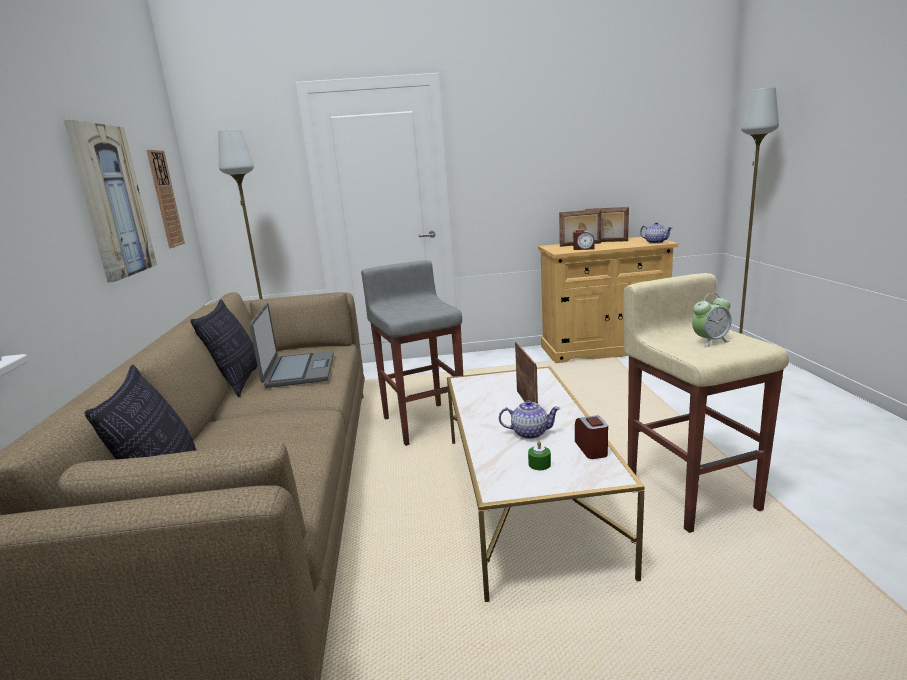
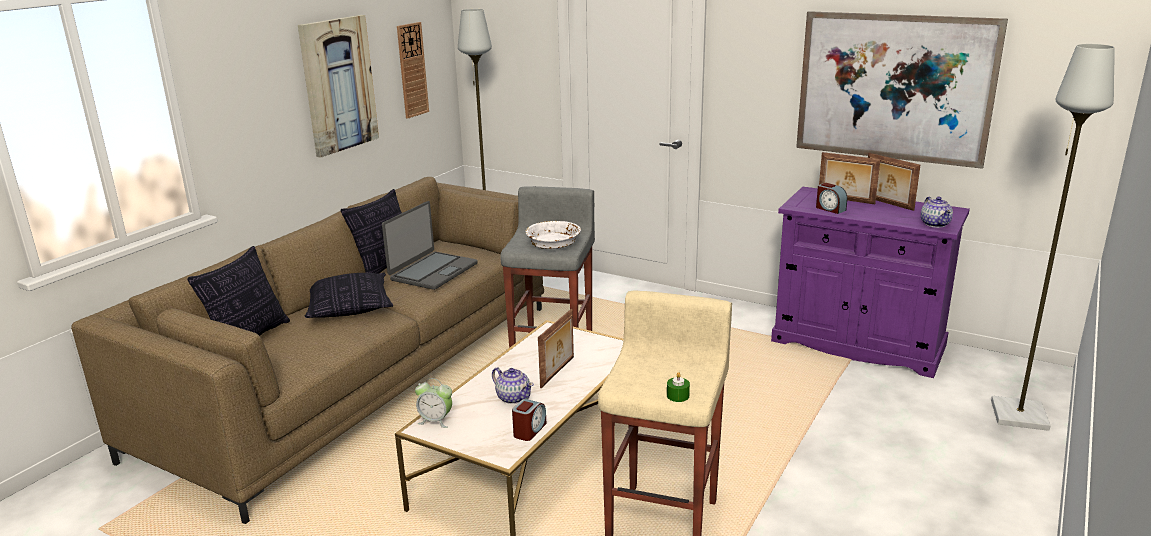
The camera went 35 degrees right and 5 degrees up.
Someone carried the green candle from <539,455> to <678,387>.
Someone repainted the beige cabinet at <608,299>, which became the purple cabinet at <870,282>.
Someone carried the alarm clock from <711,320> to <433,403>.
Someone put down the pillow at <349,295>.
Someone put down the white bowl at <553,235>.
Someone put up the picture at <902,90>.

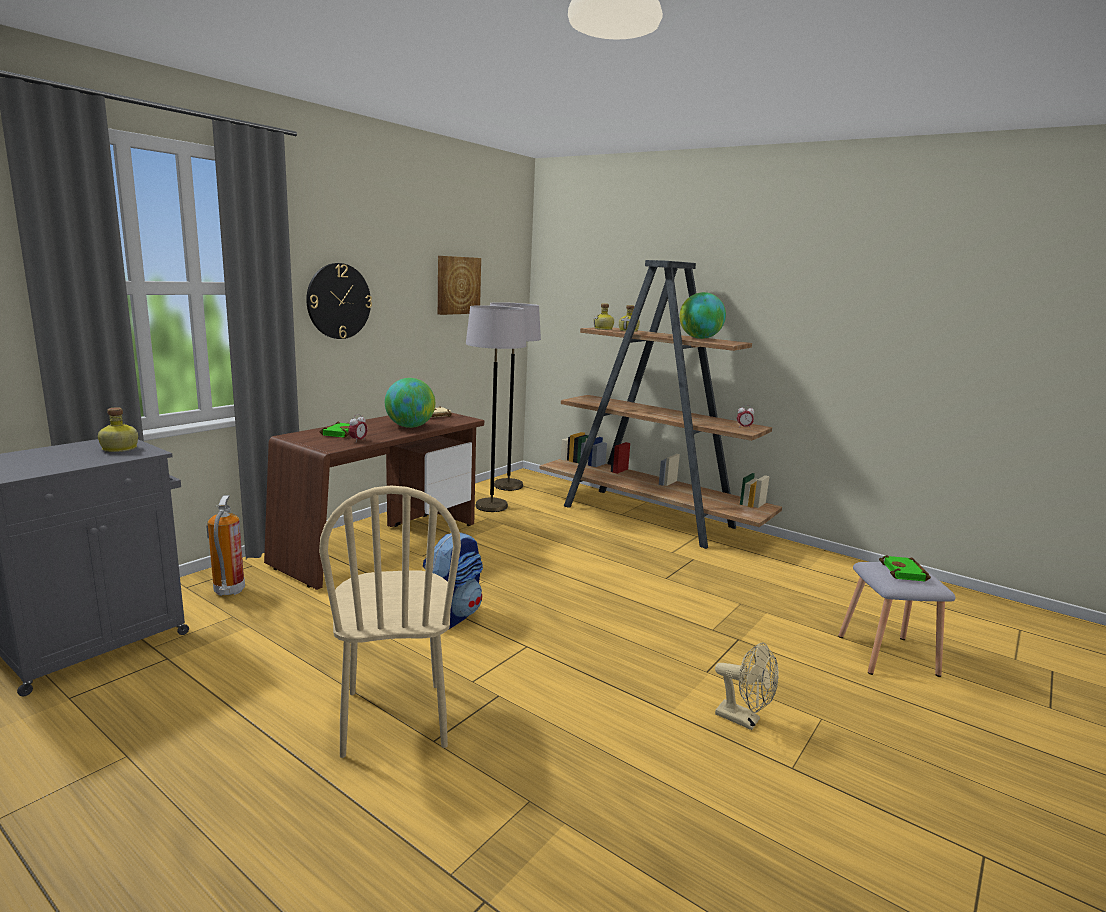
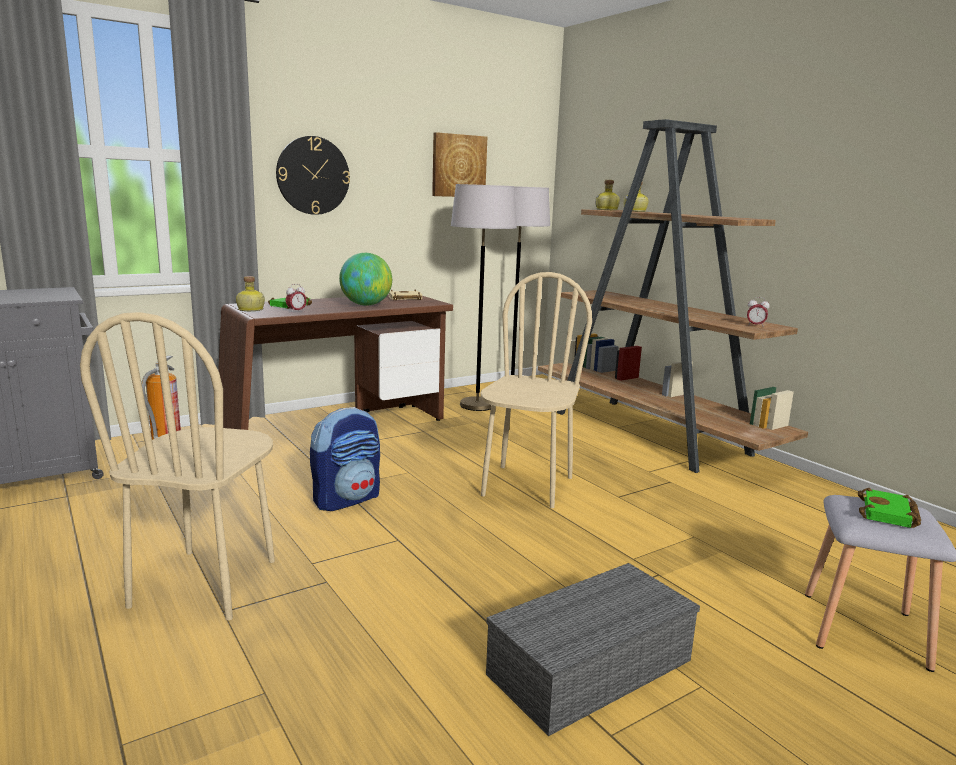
The camera went 20 degrees right and 0 degrees up.
Someone carried the bottle from <118,429> to <250,293>.
Someone took away the globe at <702,315>.
Someone swapped the beige fan at <747,686> for the grey storage box at <593,649>.
Someone put down the beige chair at <536,390>.

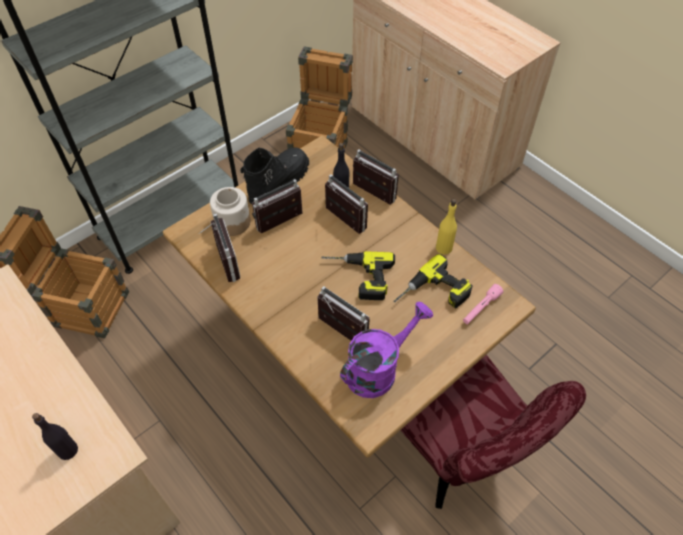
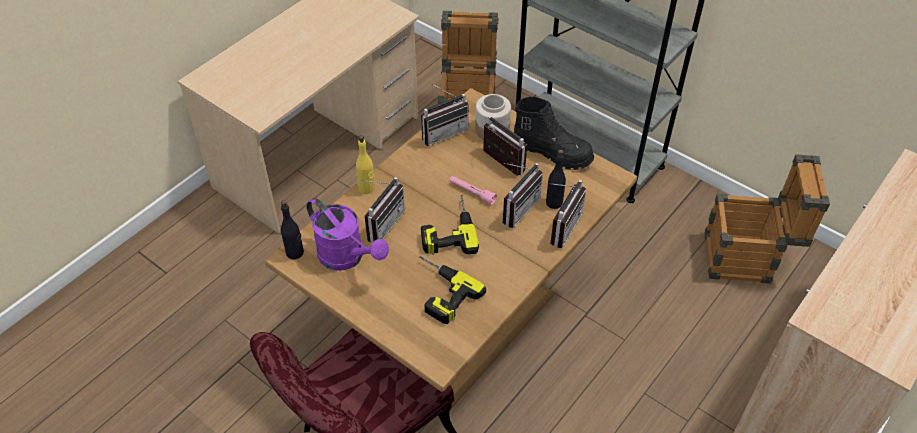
The camera went 80 degrees right and 5 degrees down.
Someone carried the black bottle from <55,436> to <292,229>.
Someone carried the yellow bottle from <446,227> to <365,164>.
Someone carried the pink flashlight from <483,304> to <473,190>.

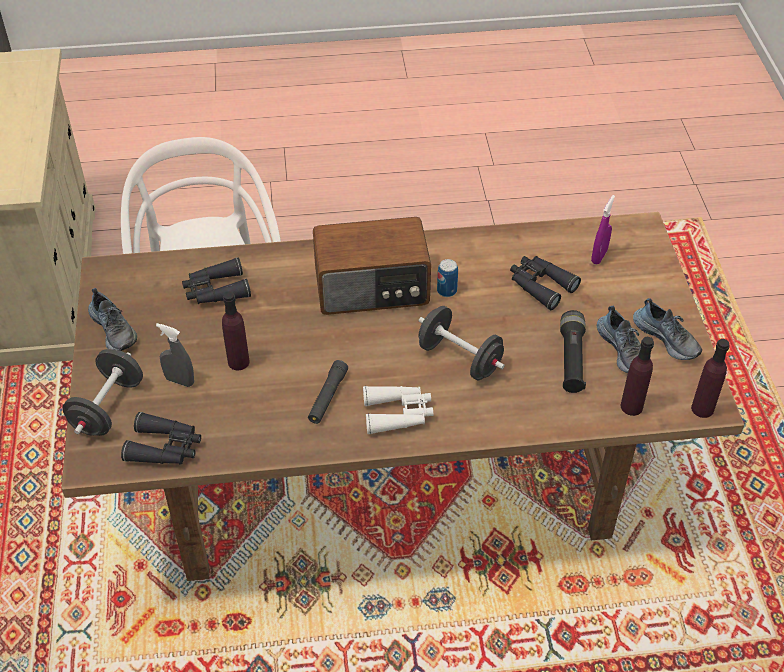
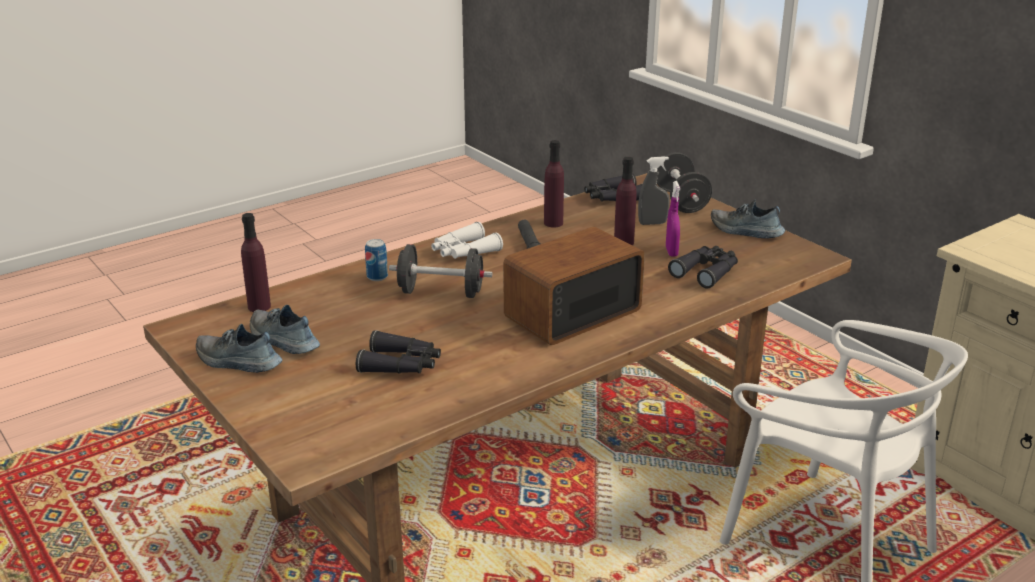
The camera went 150 degrees right and 20 degrees down.
Someone carried the can from <447,278> to <376,260>.
Someone took away the black flashlight at <573,351>.
Someone carried the purple spray bottle from <603,230> to <673,219>.
Someone carried the purple bottle from <710,378> to <554,183>.

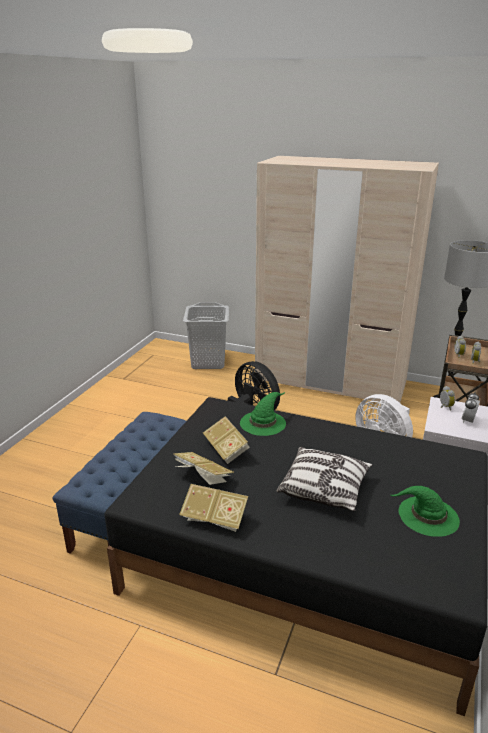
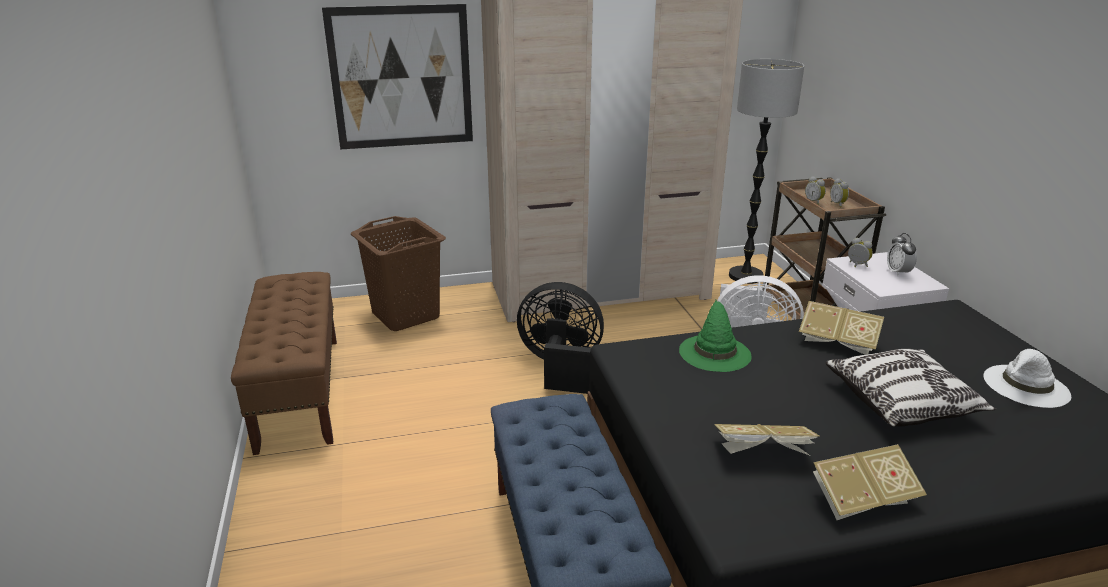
The camera went 35 degrees left and 0 degrees up.
Someone repainted the grey laundry basket at <206,335>, which became the brown laundry basket at <398,273>.
Someone carried the book from <226,440> to <841,328>.
Someone repainted the green hat at <425,511>, which became the white hat at <1027,378>.
Someone put down the brown bench at <284,363>.
Someone put up the picture at <397,76>.

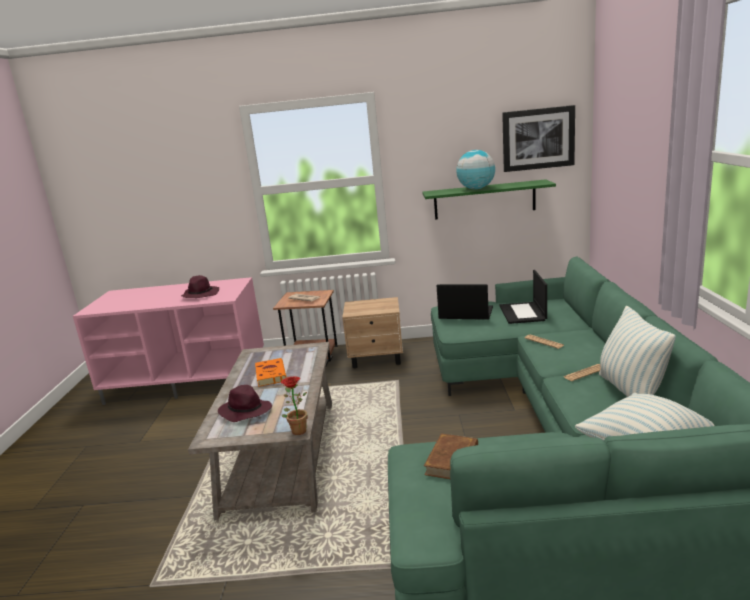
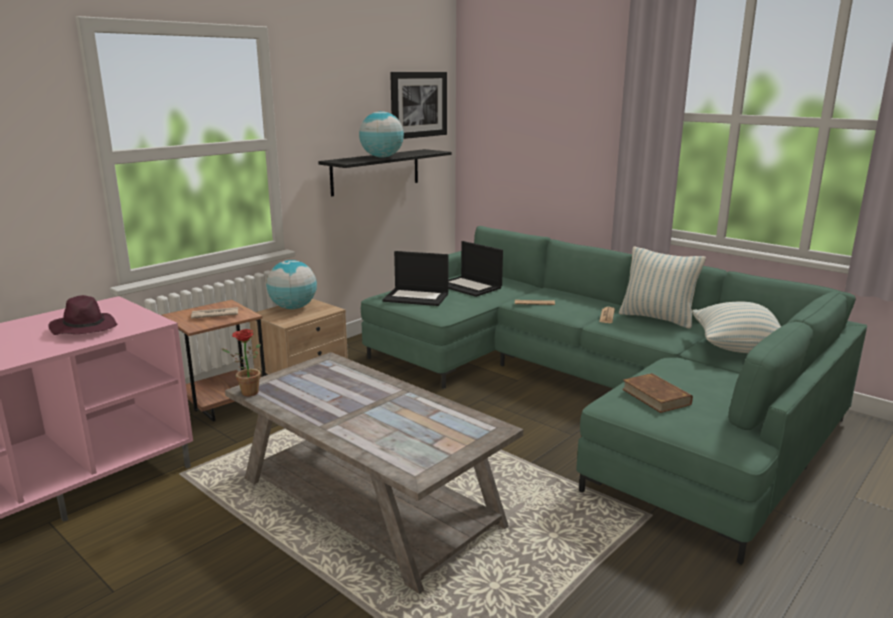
The camera went 50 degrees left and 0 degrees up.
Someone took away the purple hat at <245,403>.
Someone took away the orange book at <271,372>.
Someone carried the potted plant from <294,405> to <241,362>.
Someone repainted the green shelf at <489,199>, which became the black shelf at <384,172>.
Someone rotated the laptop at <464,302> by 135 degrees counterclockwise.
Someone put down the globe at <291,284>.

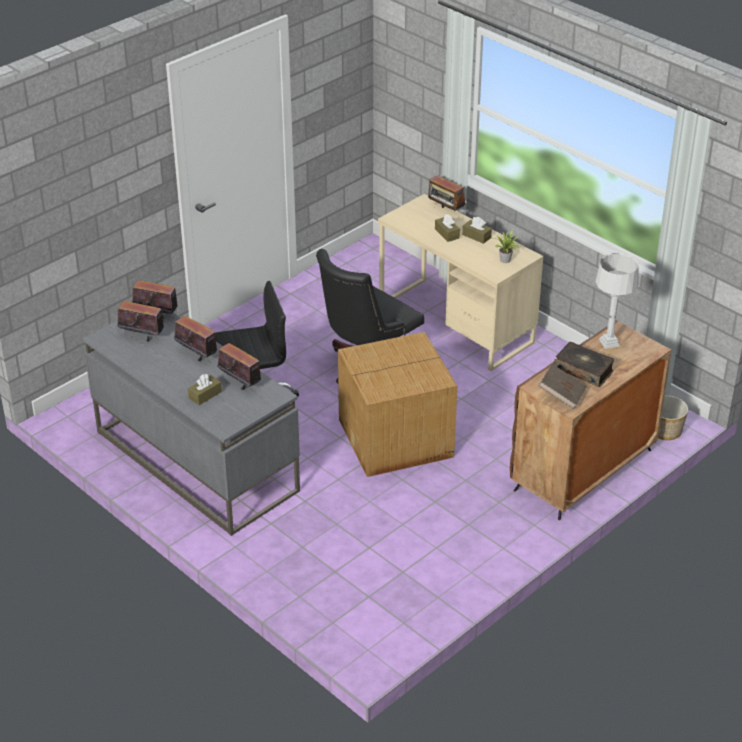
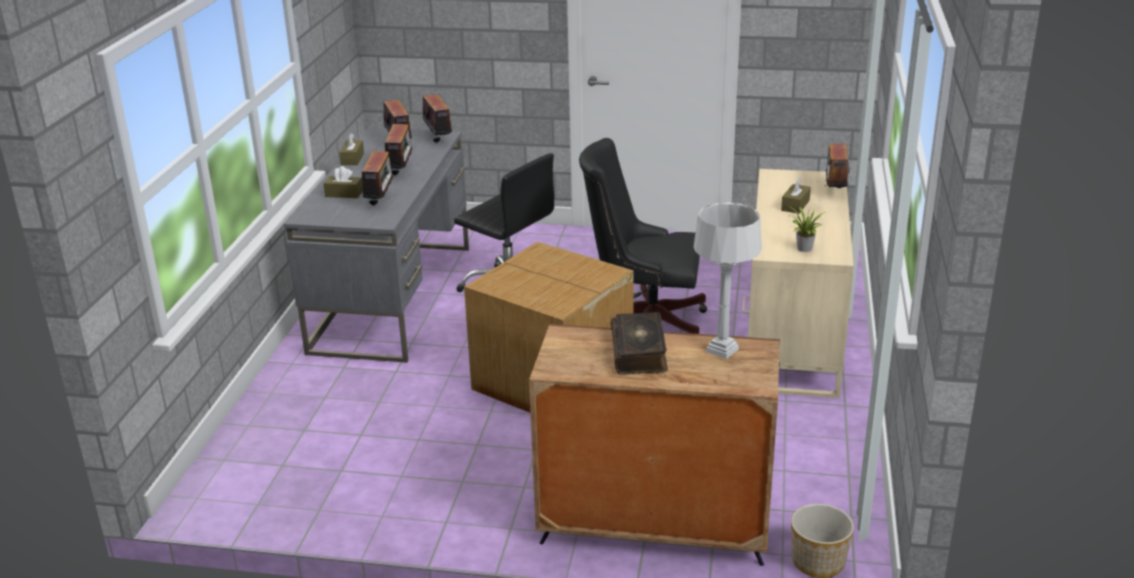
The camera went 55 degrees right and 10 degrees down.
Someone carried the brown tissue box from <477,230> to <351,149>.
Someone took away the brown book at <563,386>.

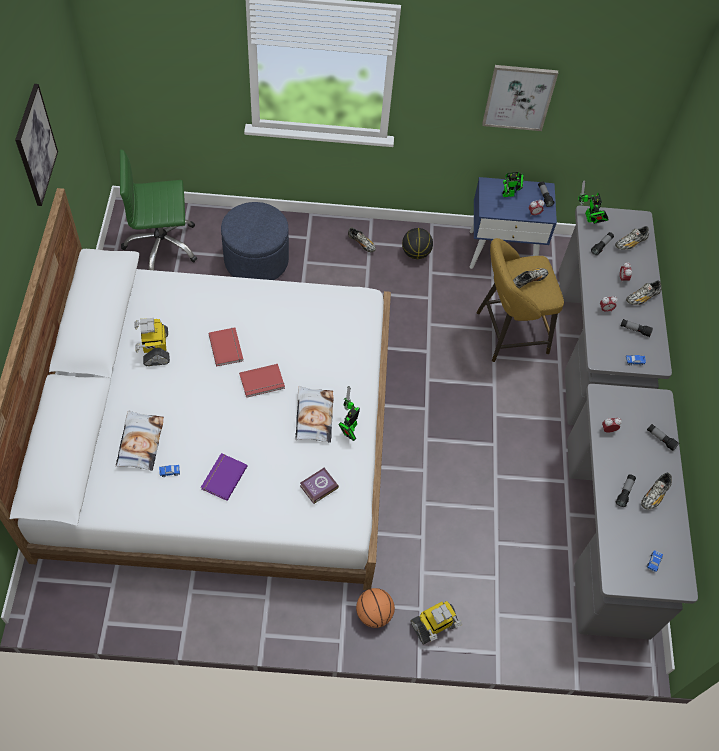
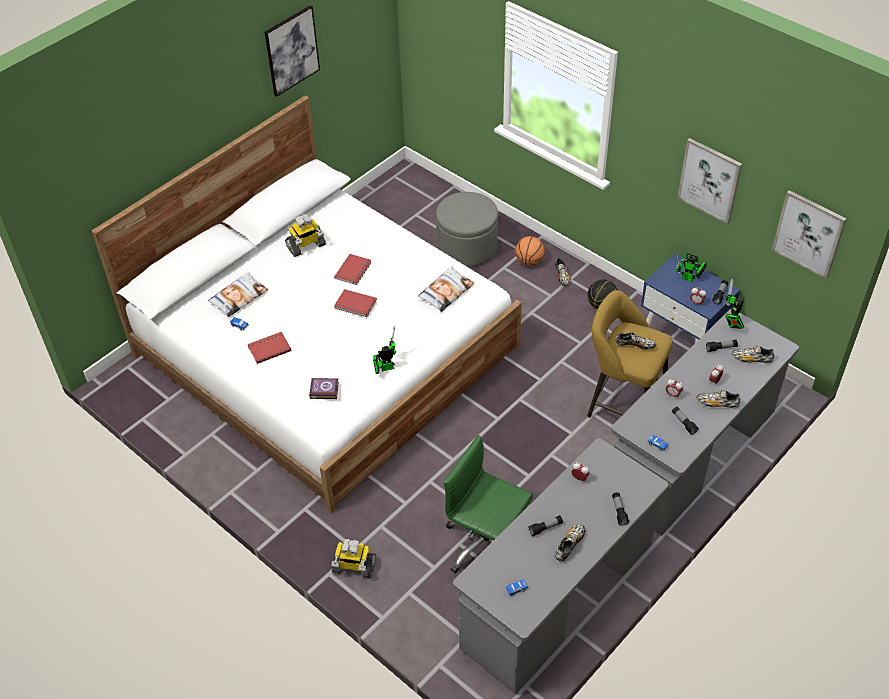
The camera went 45 degrees right and 10 degrees down.
Someone carried the green office chair from <158,209> to <488,504>.
Someone rotated the toy robot at <152,342> by 150 degrees counterclockwise.
Someone repainted the purple book at <224,477>, which became the red book at <269,348>.
Someone repainted the blue ottoman at <255,241>, which became the grey ottoman at <467,229>.
Someone carried the pillow from <314,414> to <446,289>.
Someone carried the basketball from <375,608> to <530,251>.
Someone rotated the shoe at <656,490> by 135 degrees clockwise.
Someone put up the picture at <809,234>.

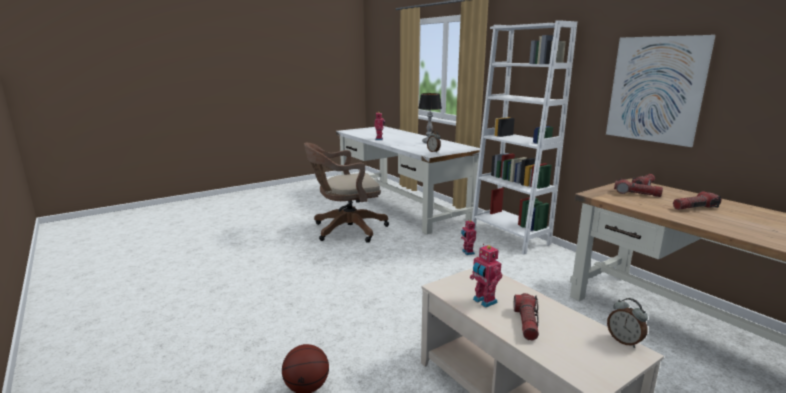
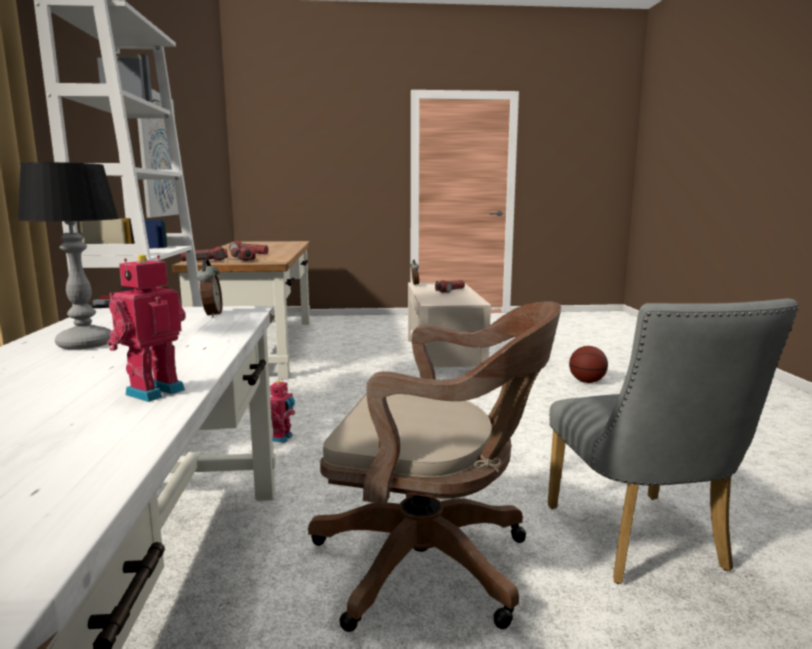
The camera went 150 degrees left and 5 degrees down.
Someone took away the toy robot at <486,276>.
Someone put down the grey chair at <673,441>.

